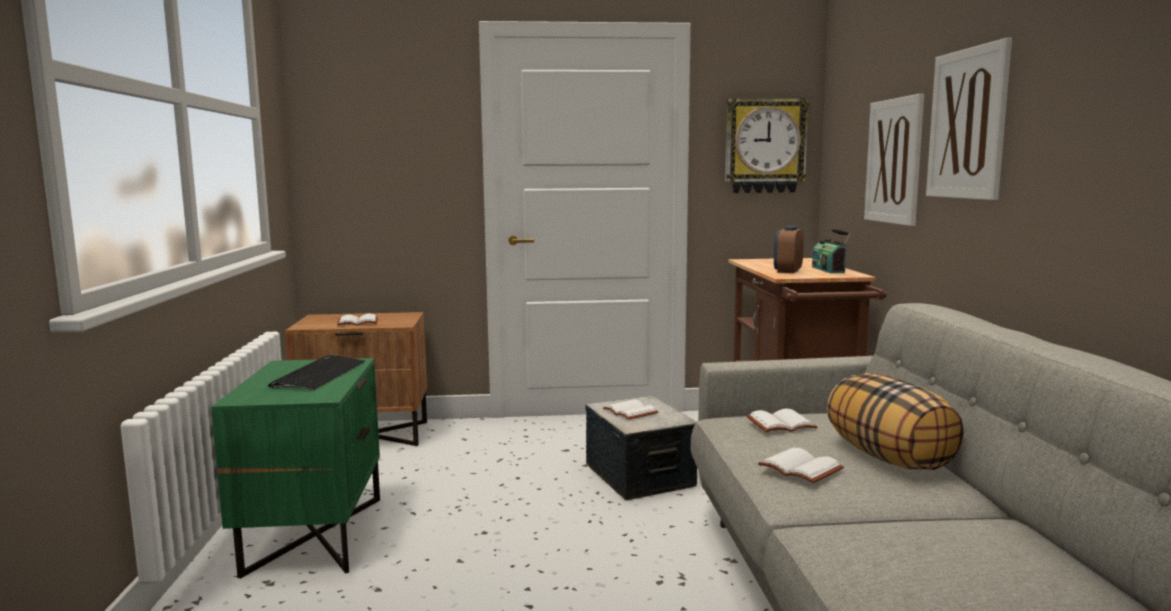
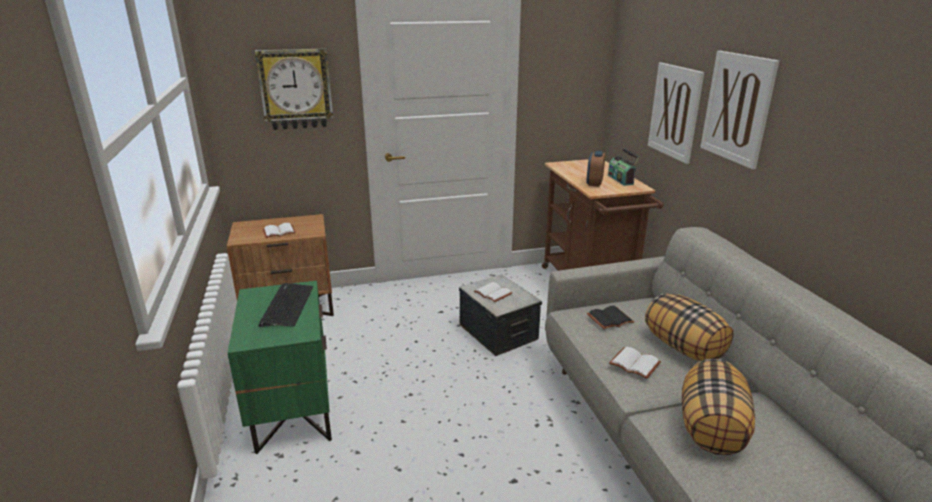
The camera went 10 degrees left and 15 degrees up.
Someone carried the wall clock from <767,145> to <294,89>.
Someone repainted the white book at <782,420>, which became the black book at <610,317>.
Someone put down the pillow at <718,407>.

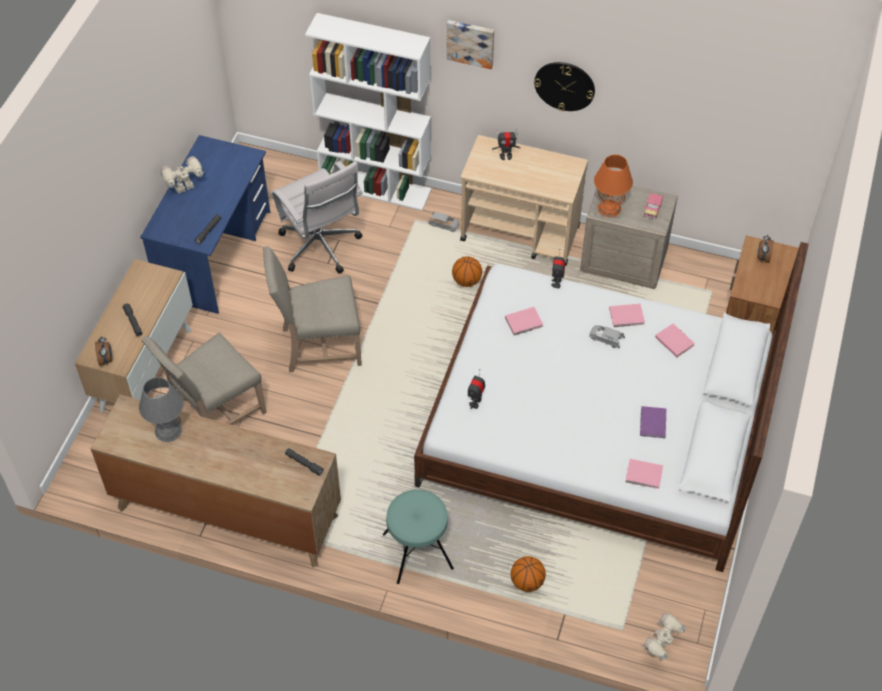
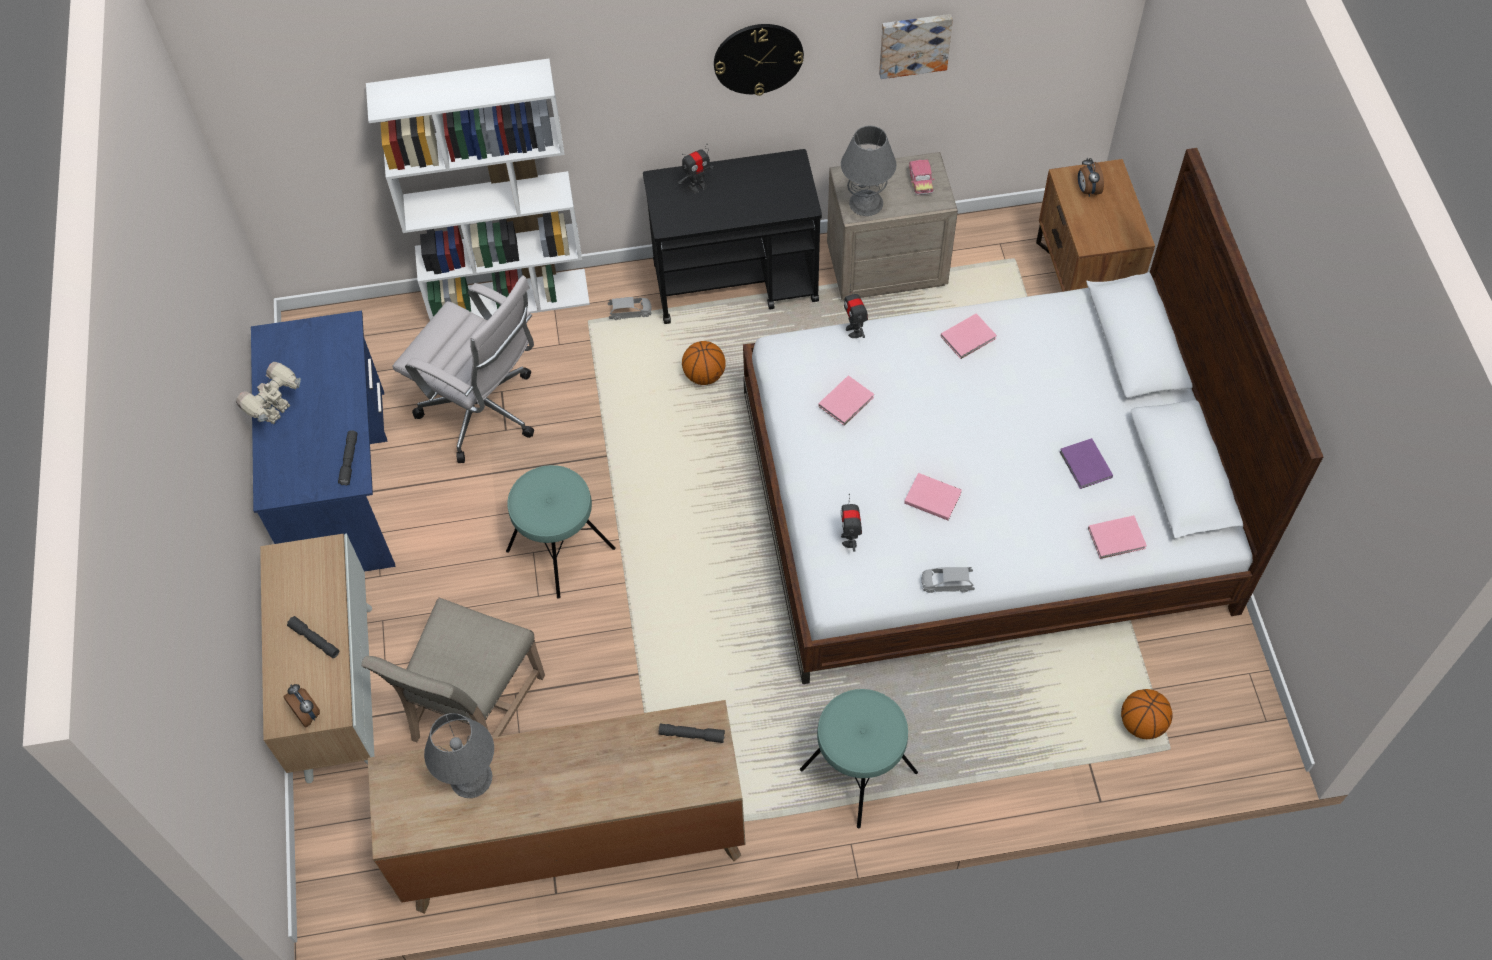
The camera went 25 degrees left and 5 degrees up.
Someone swapped the beige chair at <312,309> for the turquoise stool at <561,532>.
Someone carried the picture from <470,44> to <916,46>.
Someone repainted the beige cart at <524,200>, which became the black cart at <732,236>.
Someone carried the basketball from <528,574> to <1146,714>.
Someone carried the grey toy car from <607,336> to <948,580>.
Someone repainted the orange table lamp at <613,186>, which became the grey table lamp at <868,171>.
Someone took away the toy robot at <664,636>.
Someone carried the pink book from <675,340> to <933,496>.

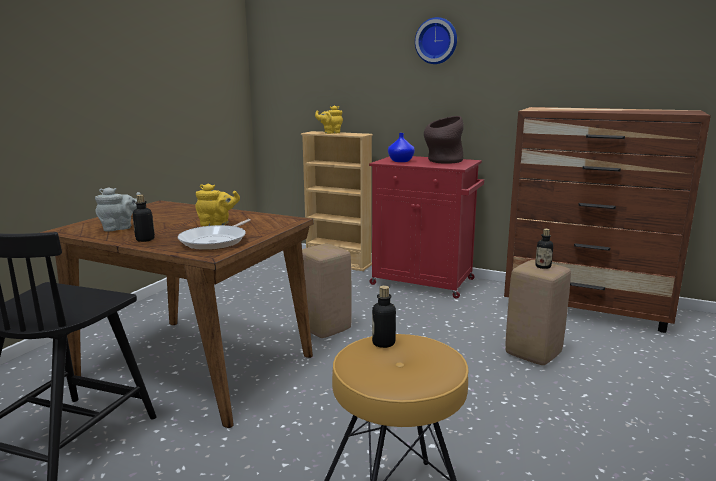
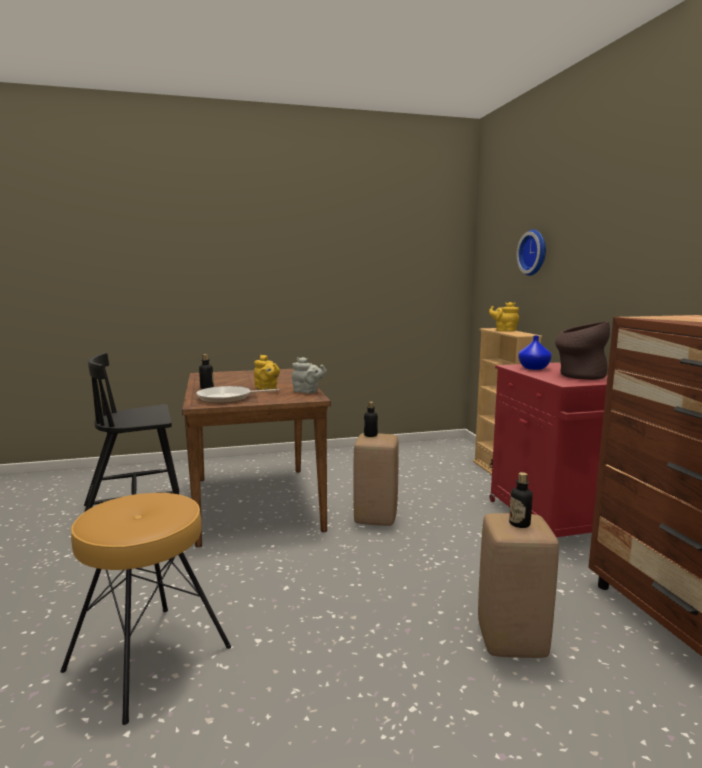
The camera went 50 degrees right and 5 degrees down.
Someone carried the grey teapot from <118,209> to <309,375>.
Someone carried the bottle from <384,316> to <371,419>.
Someone carried the wall clock from <436,40> to <531,252>.

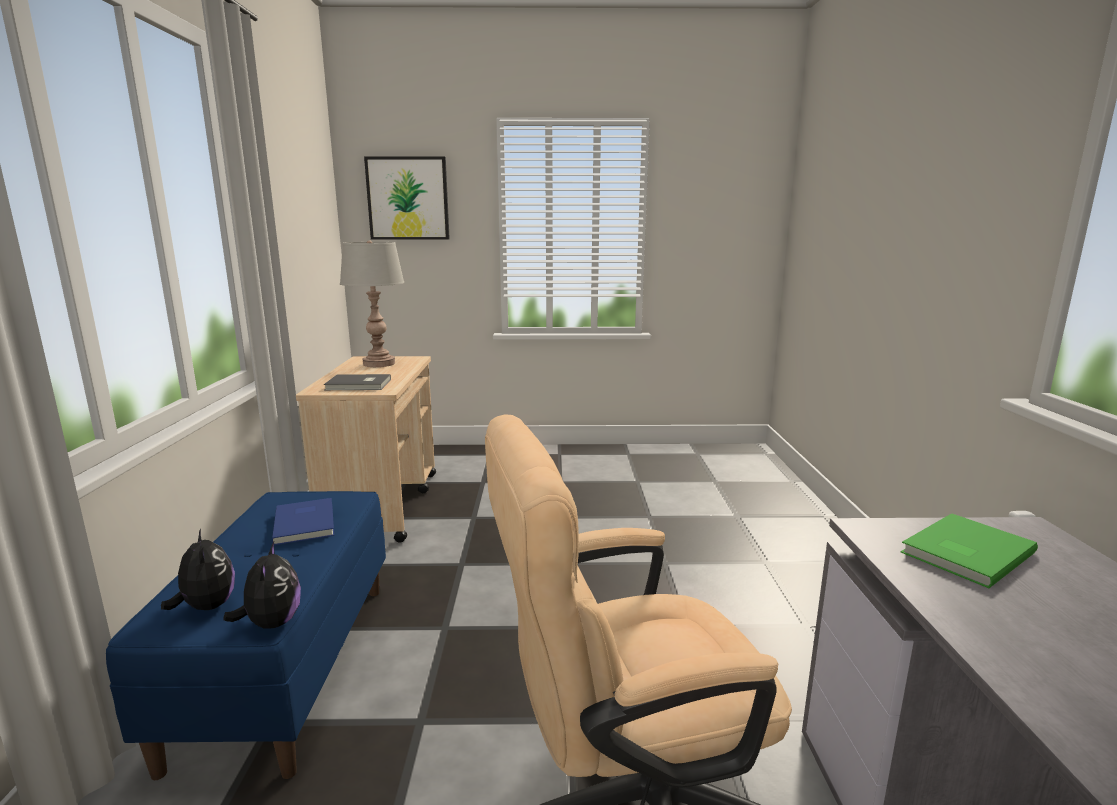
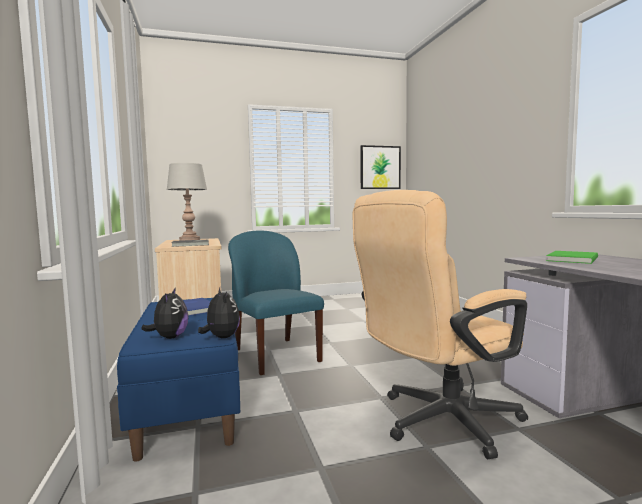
The camera went 15 degrees left and 10 degrees down.
Someone rotated the plush toy at <198,569> by 45 degrees clockwise.
Someone carried the picture from <407,198> to <380,167>.
Someone put down the blue chair at <276,302>.

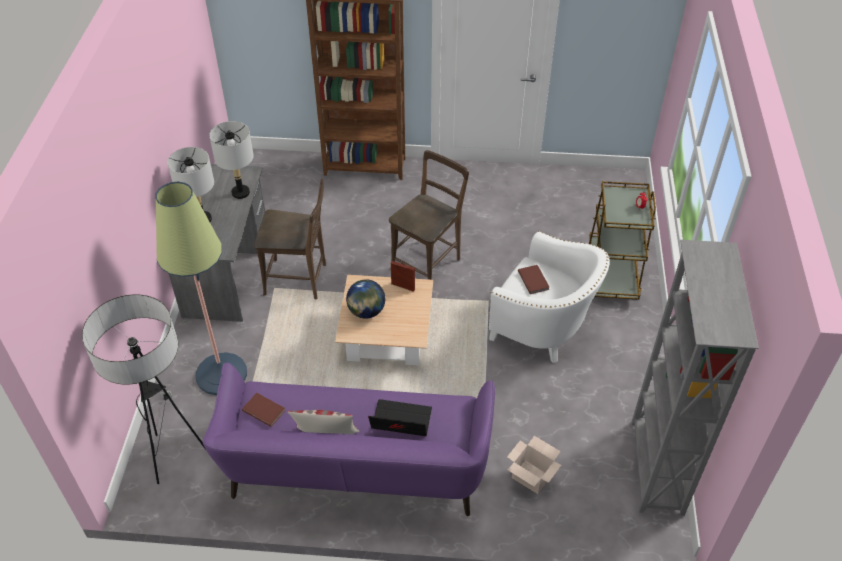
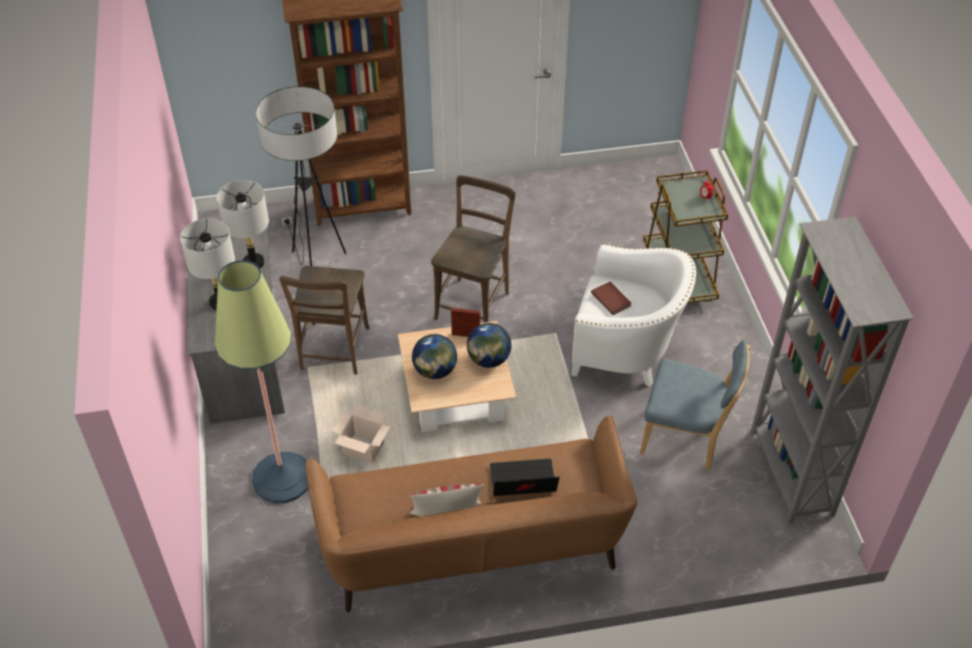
The camera went 15 degrees left and 0 degrees up.
Someone carried the floor lamp from <144,389> to <301,176>.
Someone repainted the purple sofa at <349,439>, which became the brown sofa at <471,514>.
Someone took away the brown book at <264,410>.
Someone rotated the brown chair at <290,239> by 105 degrees clockwise.
Someone carried the cardboard box from <534,465> to <361,434>.
Someone put down the globe at <489,345>.
Someone put down the blue chair at <695,405>.

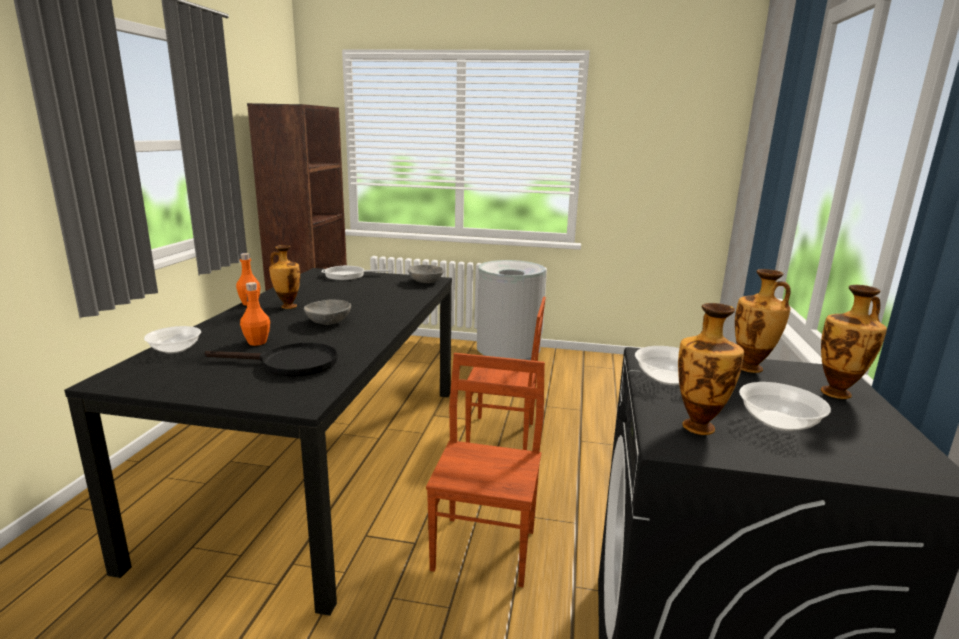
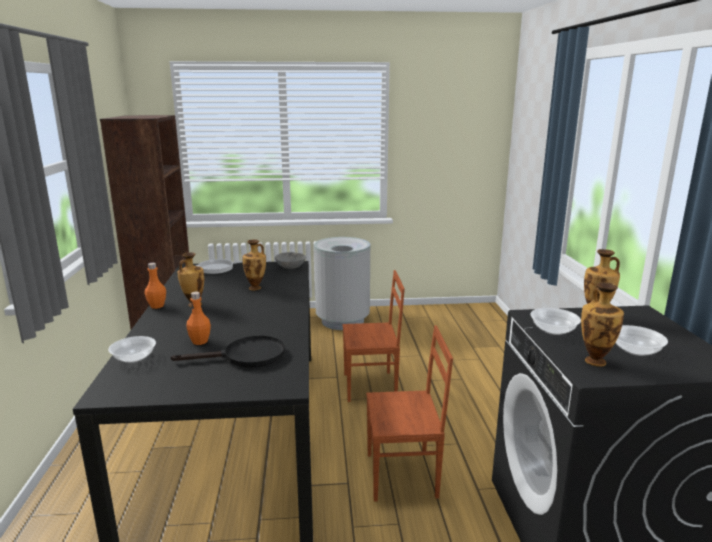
The camera went 15 degrees left and 0 degrees up.
Someone took away the grey bowl at <327,312>.
Someone rotated the brown chair at <485,470> by 90 degrees clockwise.
Someone carried the vase from <854,342> to <254,264>.

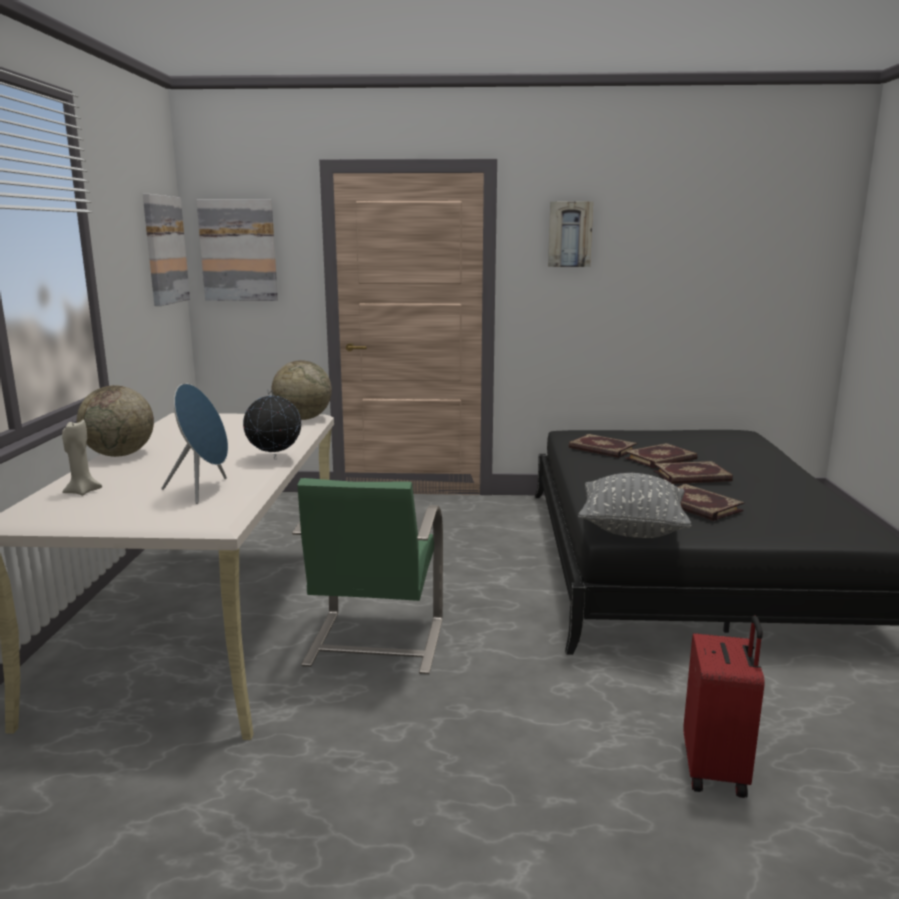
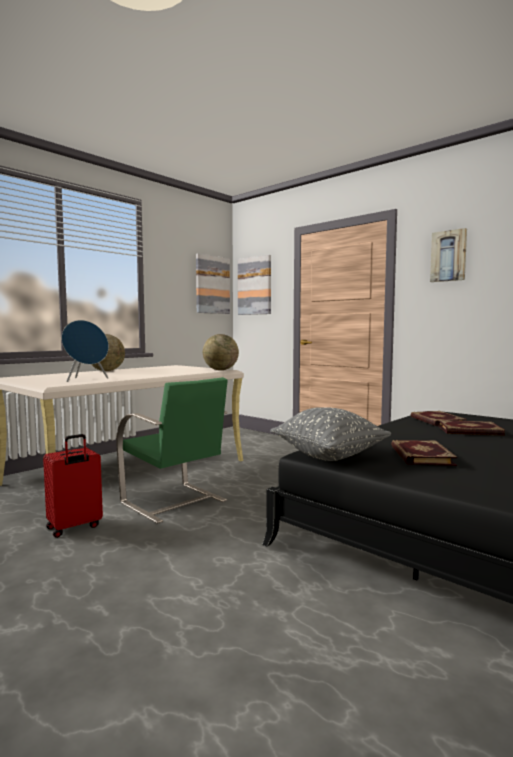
The camera went 40 degrees right and 10 degrees down.
Someone took away the beige candle at <82,458>.
Someone took away the globe at <272,424>.
Someone rotated the green chair at <367,576> by 90 degrees counterclockwise.
Someone took away the book at <693,472>.
Someone carried the red suitcase from <724,707> to <73,486>.

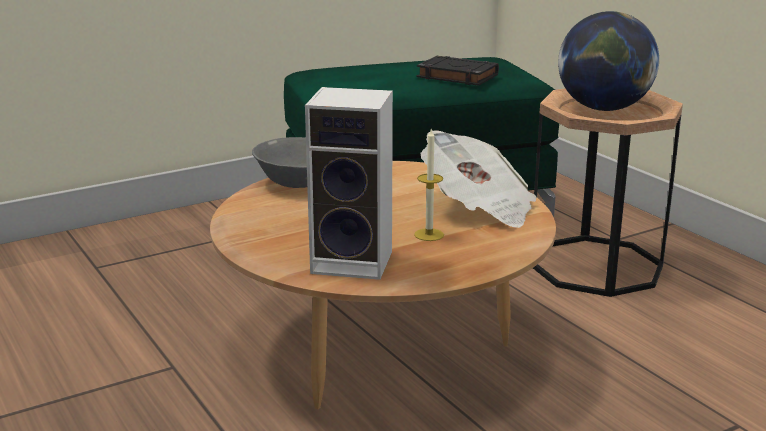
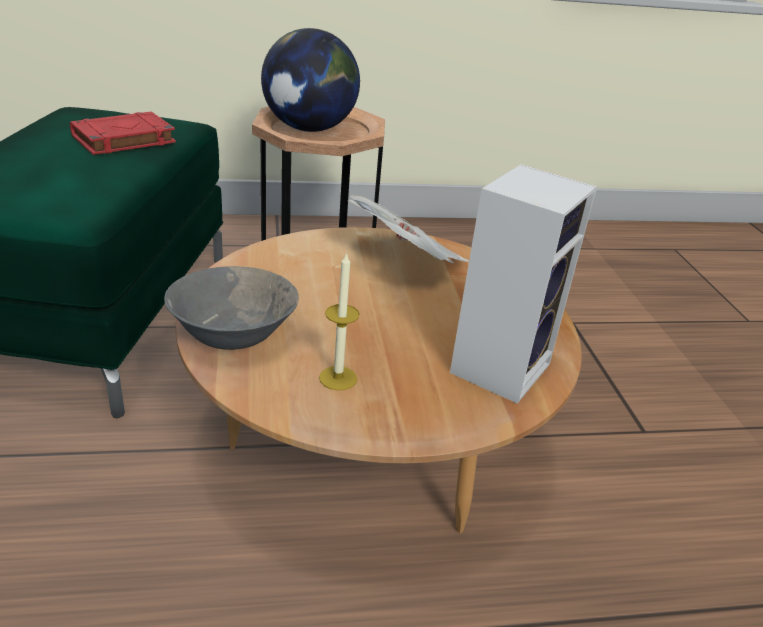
The camera went 70 degrees left and 10 degrees up.
Someone carried the candle from <429,184> to <339,321>.
Someone repainted the black book at <458,71>, which became the red book at <123,133>.

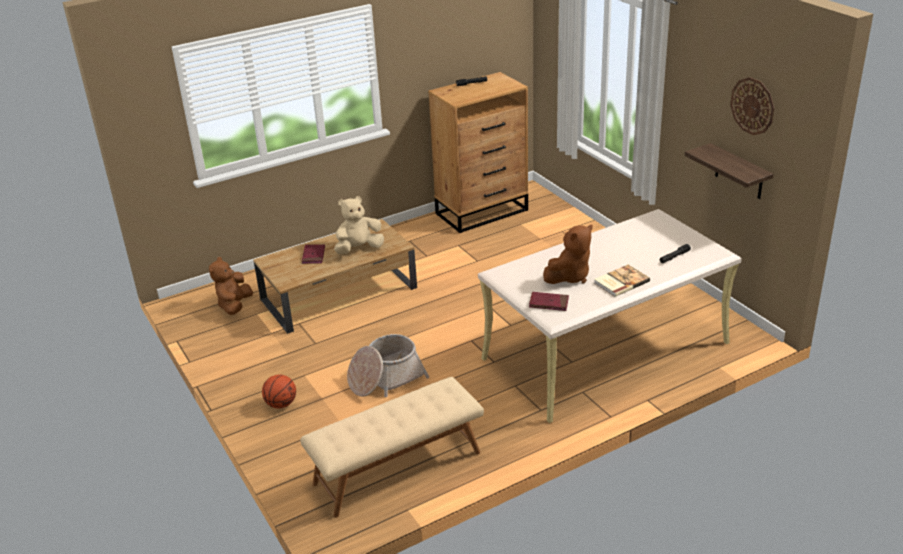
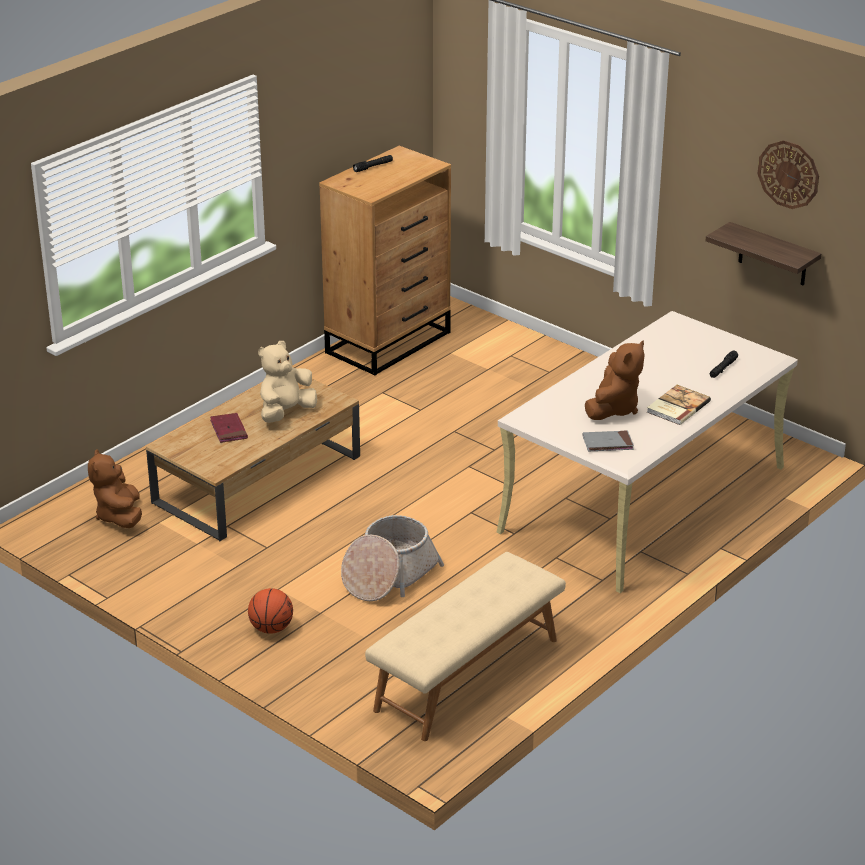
The camera went 20 degrees left and 0 degrees up.
Someone repainted the red book at <549,301>, which became the grey book at <608,440>.

